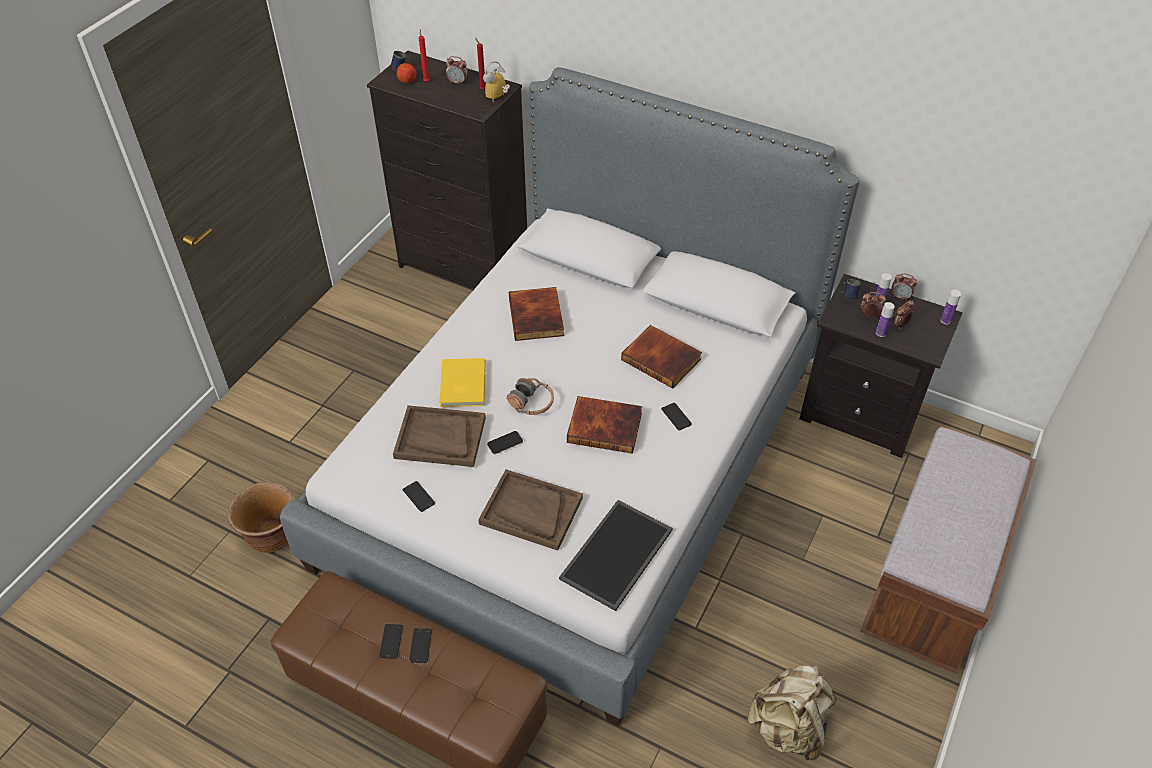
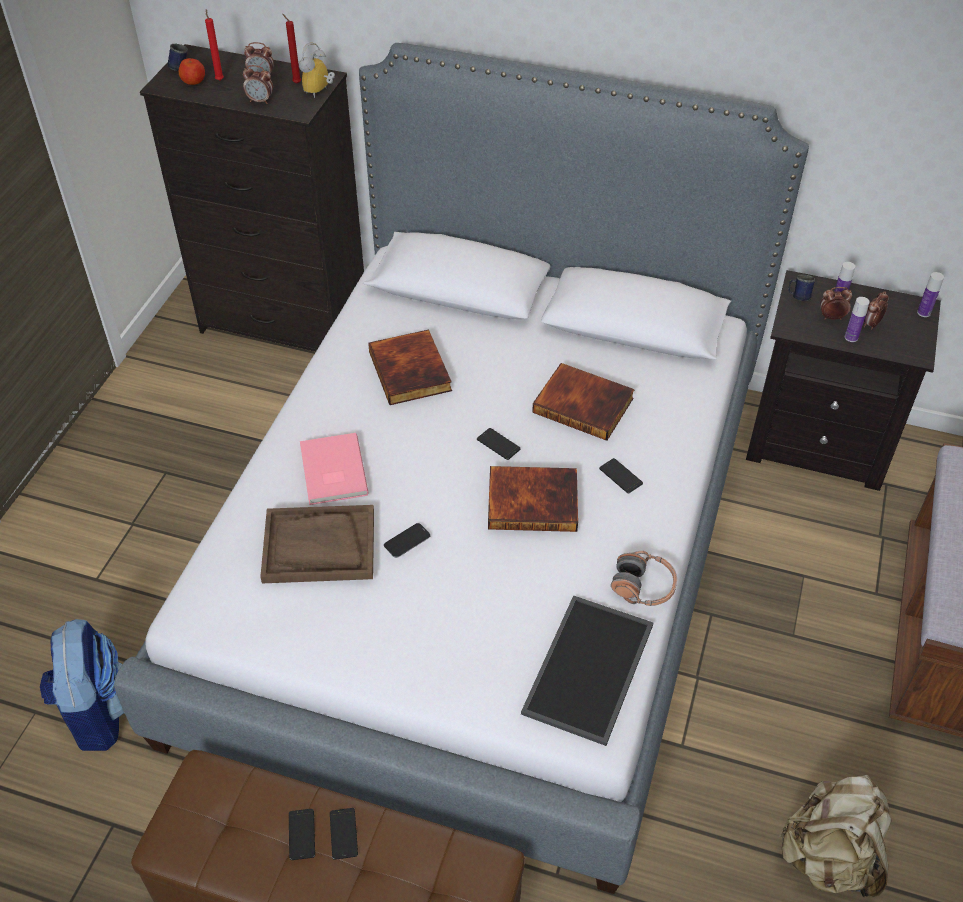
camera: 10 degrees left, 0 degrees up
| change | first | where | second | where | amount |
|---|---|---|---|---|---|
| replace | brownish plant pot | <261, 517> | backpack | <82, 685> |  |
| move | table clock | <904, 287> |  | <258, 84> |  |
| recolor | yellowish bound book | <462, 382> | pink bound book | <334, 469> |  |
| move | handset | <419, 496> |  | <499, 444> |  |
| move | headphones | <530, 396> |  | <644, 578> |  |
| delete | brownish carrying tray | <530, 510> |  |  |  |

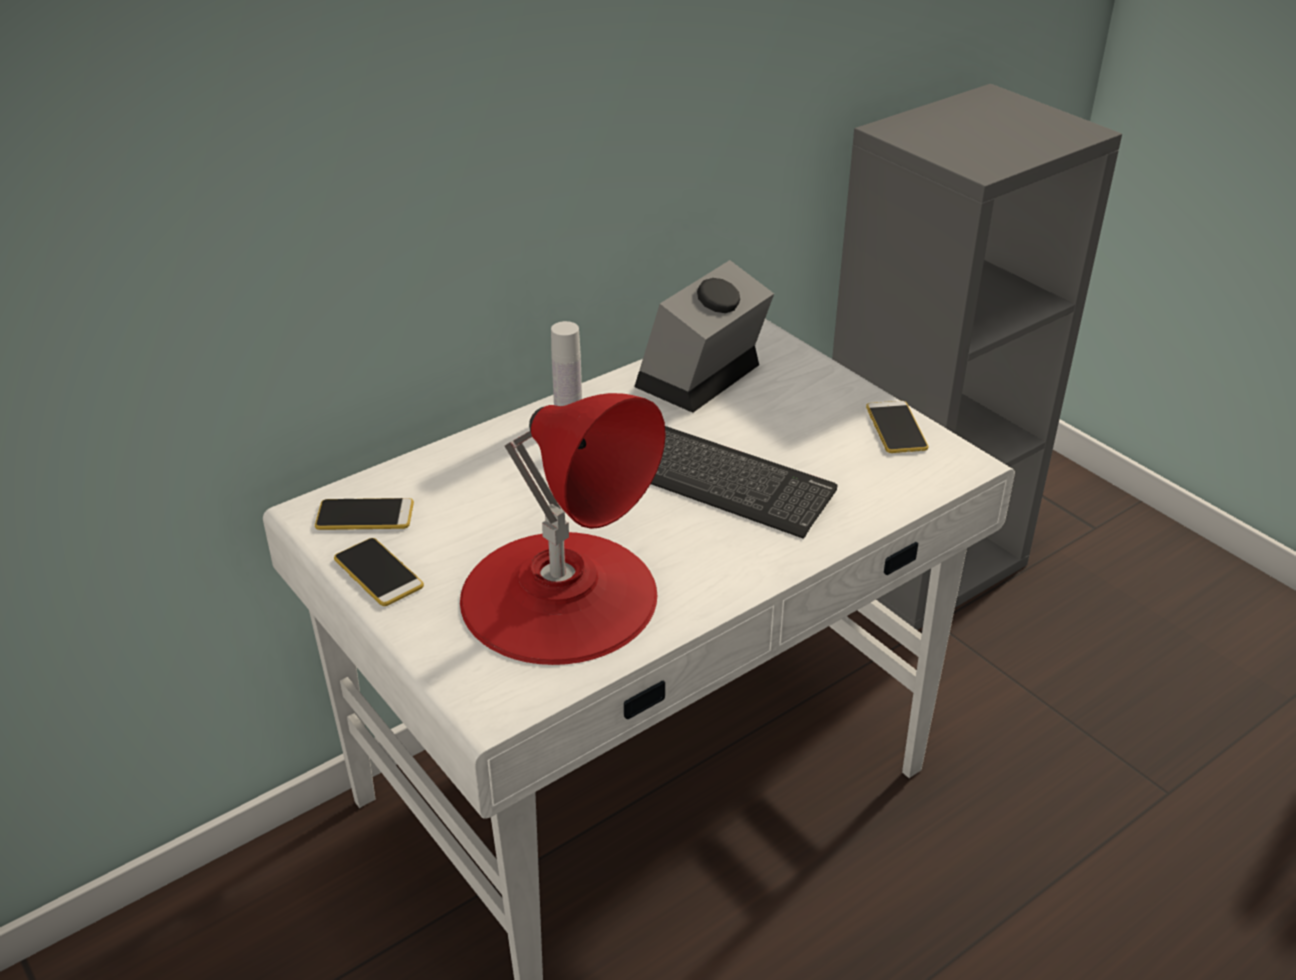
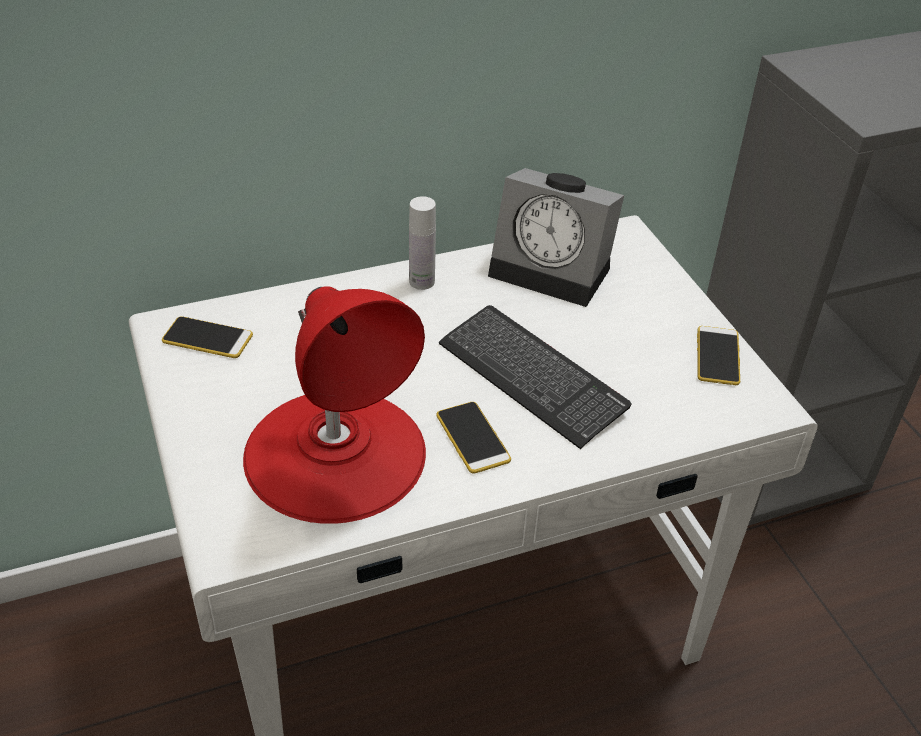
camera: 15 degrees right, 5 degrees up
| change | first | where | second | where | amount |
|---|---|---|---|---|---|
| move | handset | <379, 572> |  | <473, 437> |  |
| rotate | table clock | <704, 336> |  | <556, 237> | 120 degrees counterclockwise |

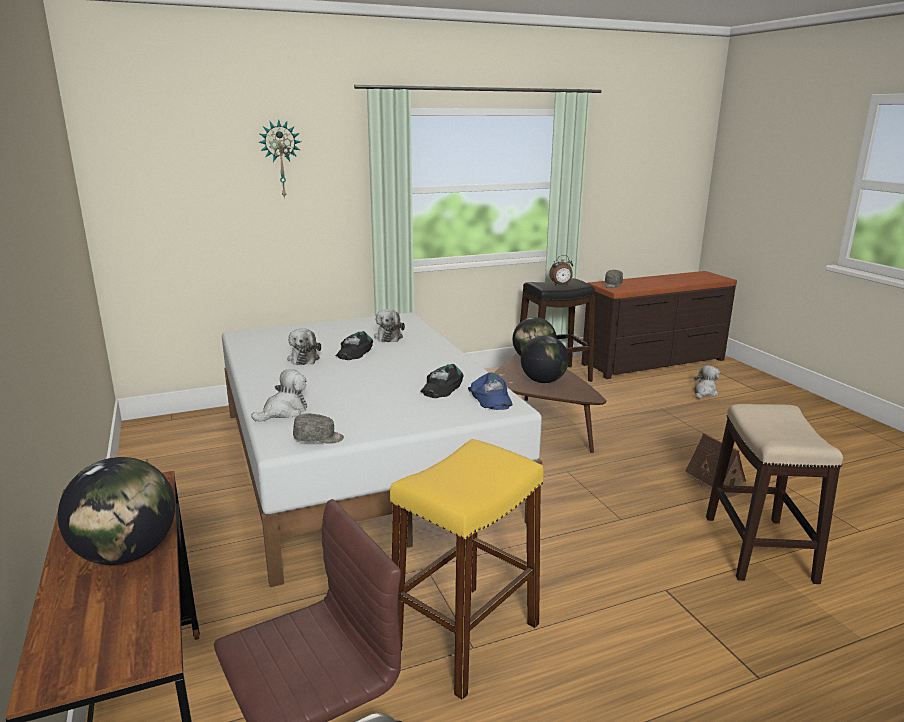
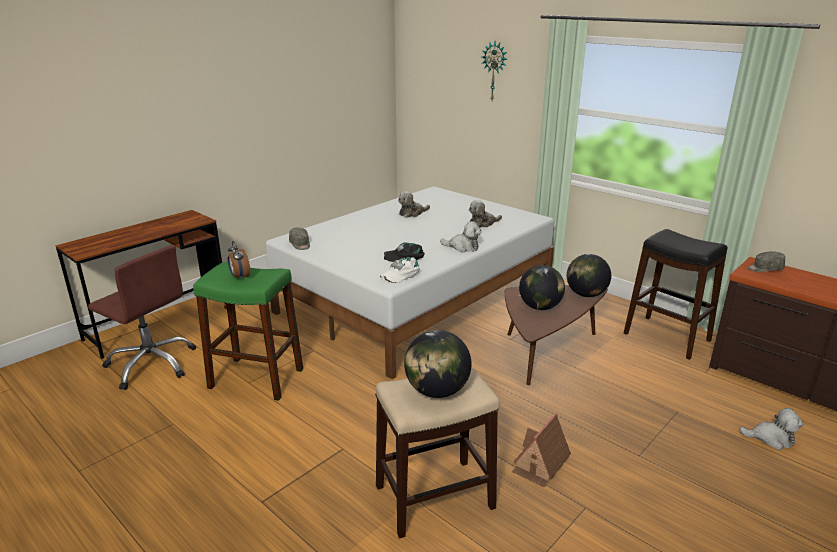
camera: 65 degrees right, 5 degrees up
| change | first | where | second | where | amount |
|---|---|---|---|---|---|
| recolor | yellowish sitting stool | <467, 569> | green sitting stool | <248, 331> |  |
| move | table clock | <561, 270> |  | <239, 260> |  |
| recolor | bluish peaked cap | <490, 391> | white-coloured peaked cap | <400, 270> |  |
| move | world globe | <116, 511> |  | <438, 364> |  |
| move | cuddly toy | <279, 395> |  | <460, 236> |  |
| delete | blackish peaked cap | <354, 345> |  |  |  |

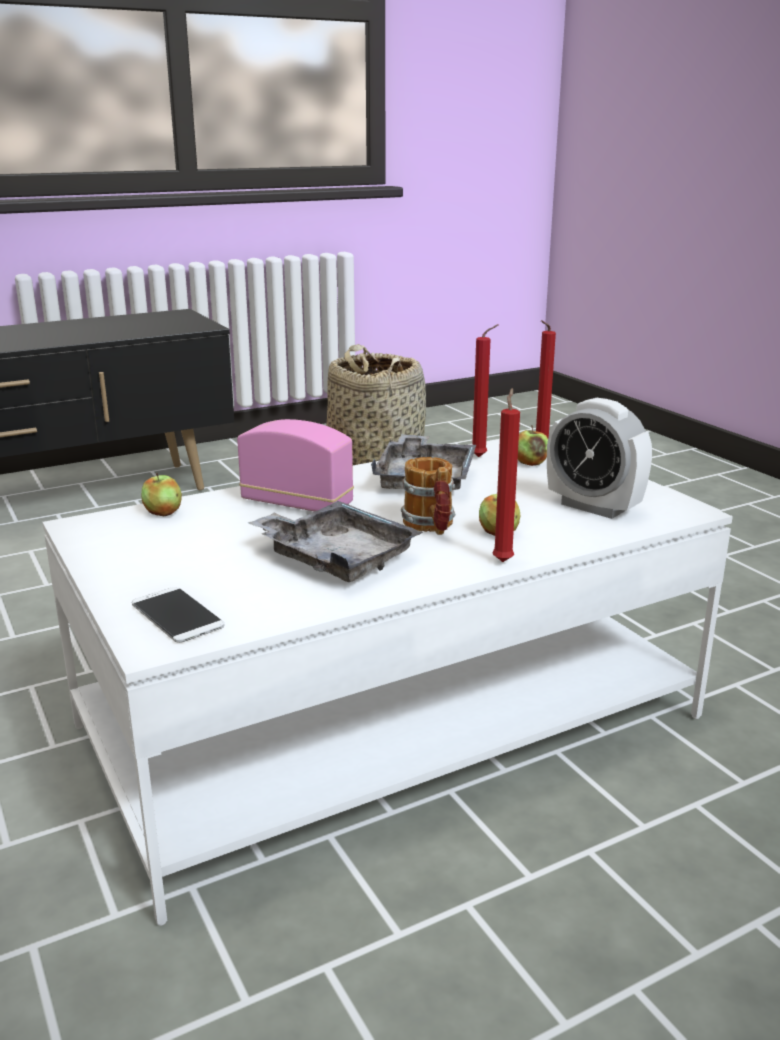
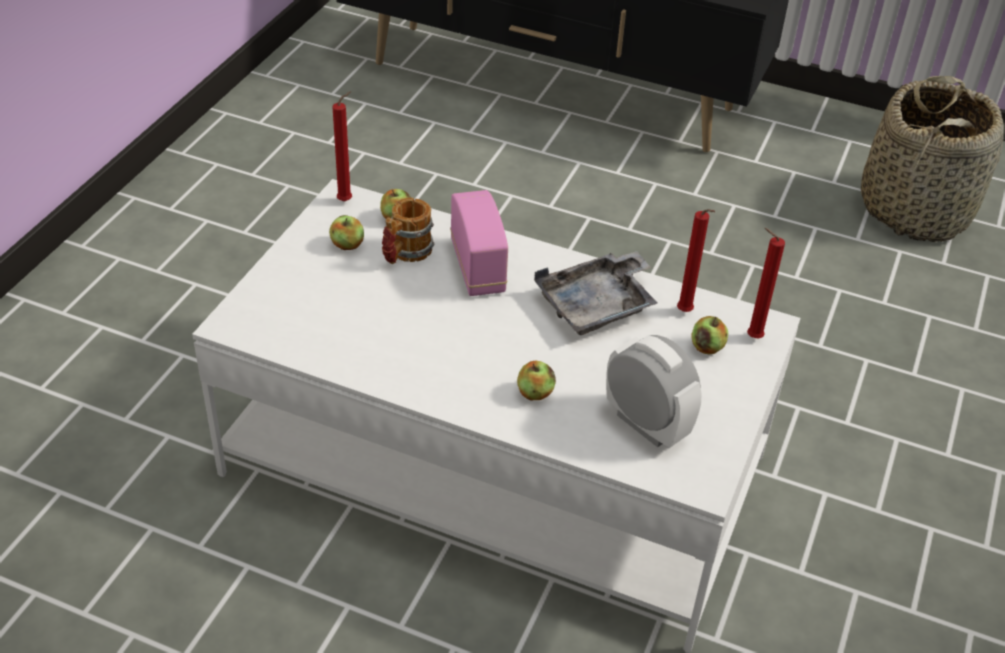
camera: 50 degrees right, 20 degrees up
| change | first | where | second | where | amount |
|---|---|---|---|---|---|
| insert |  |  | apple | <346, 232> |  |
| move | red wax light | <506, 475> |  | <342, 146> |  |
| move | mug | <428, 496> |  | <408, 230> |  |
| rotate | table clock | <599, 458> |  | <654, 391> | 135 degrees clockwise |
| delete | handset | <178, 615> |  |  |  |
| delete | greyish carrying tray | <335, 541> |  |  |  |

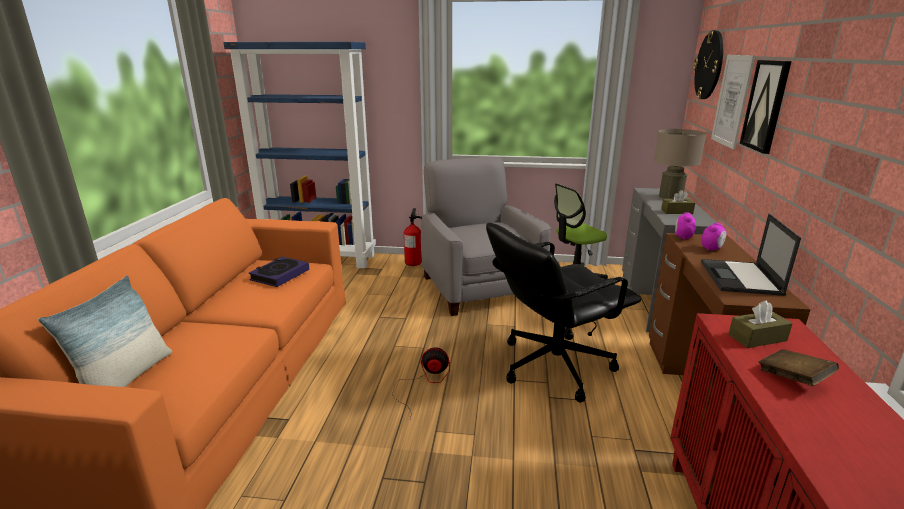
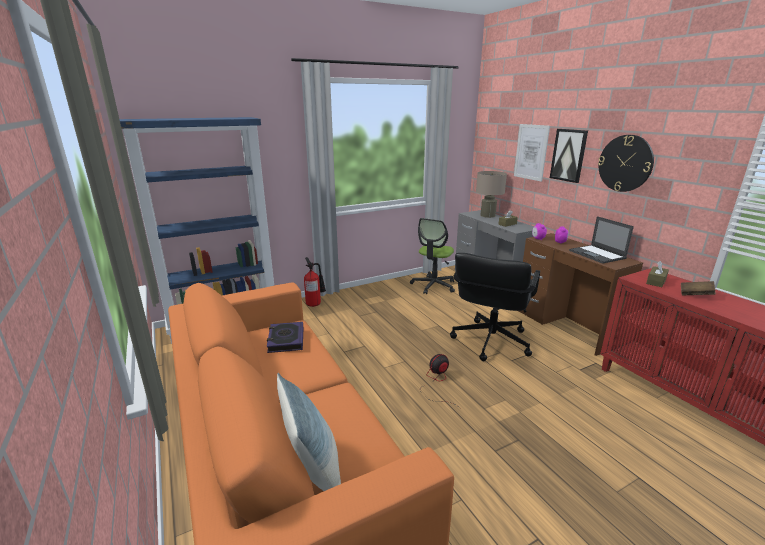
camera: 35 degrees left, 0 degrees up
| change | first | where | second | where | amount |
|---|---|---|---|---|---|
| move | wall clock | <708, 64> |  | <626, 163> |  |
| delete | greyish easy chair | <486, 236> |  |  |  |

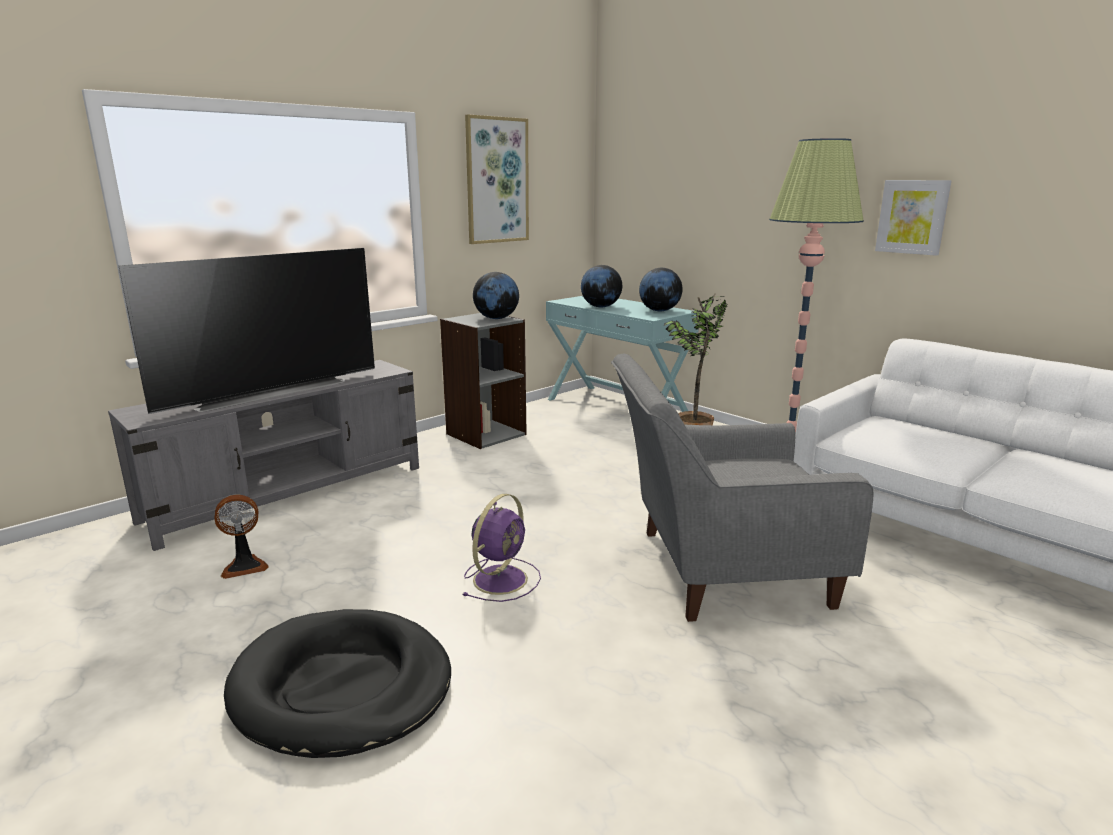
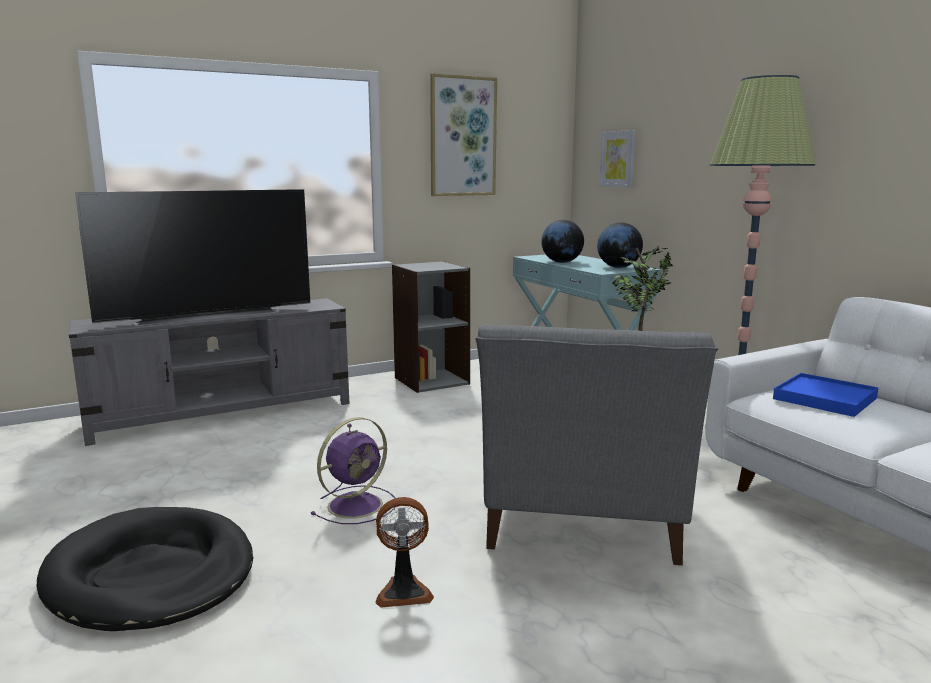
camera: 15 degrees right, 5 degrees down
| change | first | where | second | where | amount |
|---|---|---|---|---|---|
| move | electric fan | <241, 536> |  | <404, 552> |  |
| rotate | greyish easy chair | <742, 488> |  | <597, 445> | 90 degrees counterclockwise |
| move | wall picture | <913, 218> |  | <617, 158> |  |
| insert |  |  | bluish carrying tray | <825, 395> |  |
| delete | world globe | <496, 295> |  |  |  |

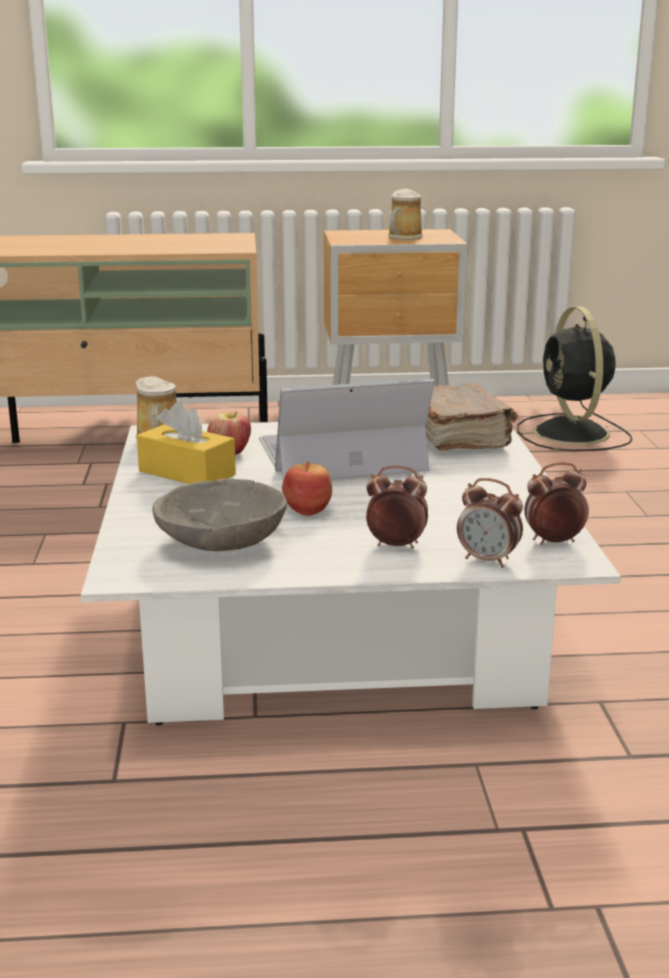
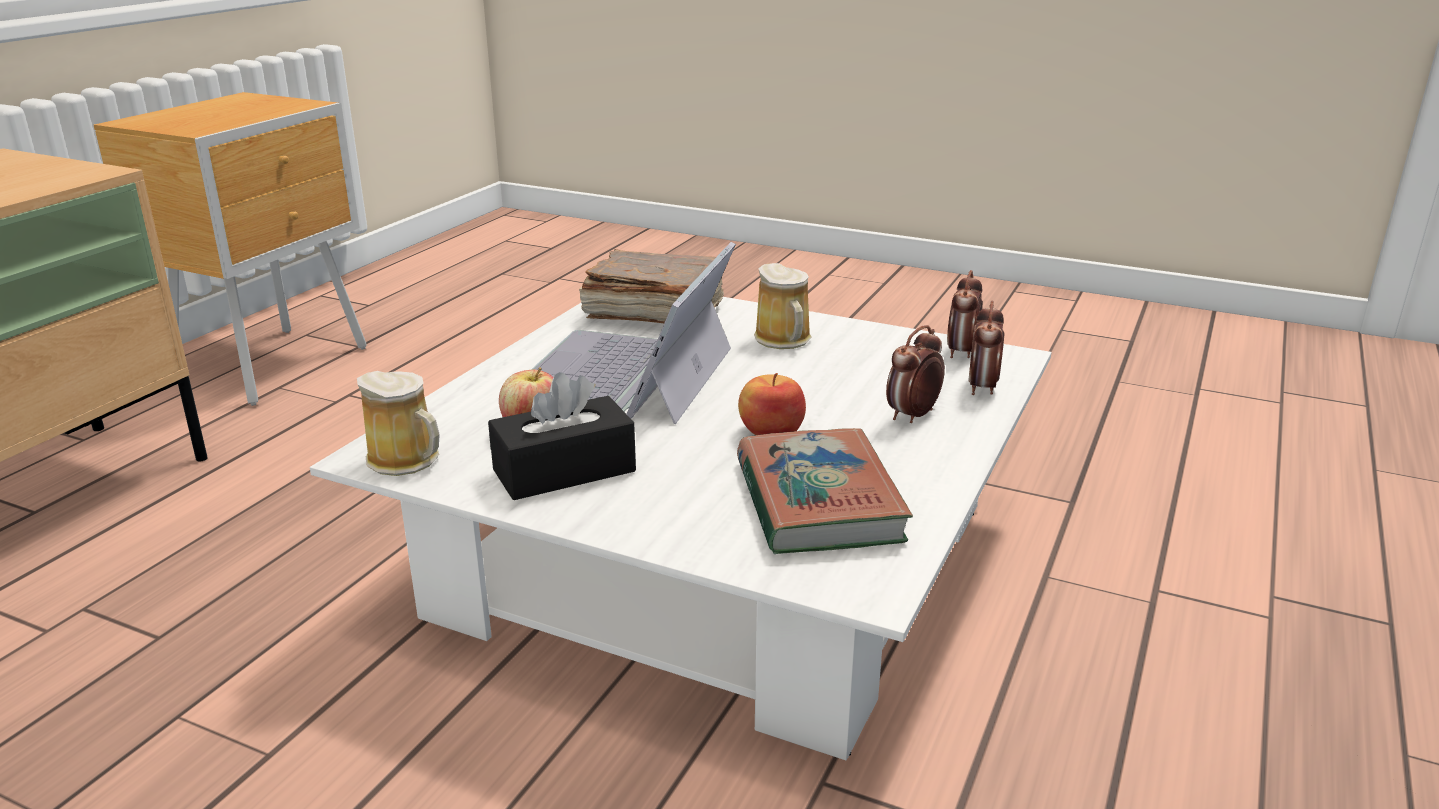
camera: 60 degrees left, 5 degrees up
| change | first | where | second | where | amount |
|---|---|---|---|---|---|
| recolor | yellowish tissue holder | <186, 442> | blackish tissue holder | <562, 436> |  |
| replace | greyish serving bowl | <220, 515> | bound book | <825, 491> |  |
| move | mug | <405, 214> |  | <783, 306> |  |
| rotate | table clock | <490, 523> |  | <986, 347> | 135 degrees clockwise |
| delete | blackish electric fan | <574, 379> |  |  |  |

